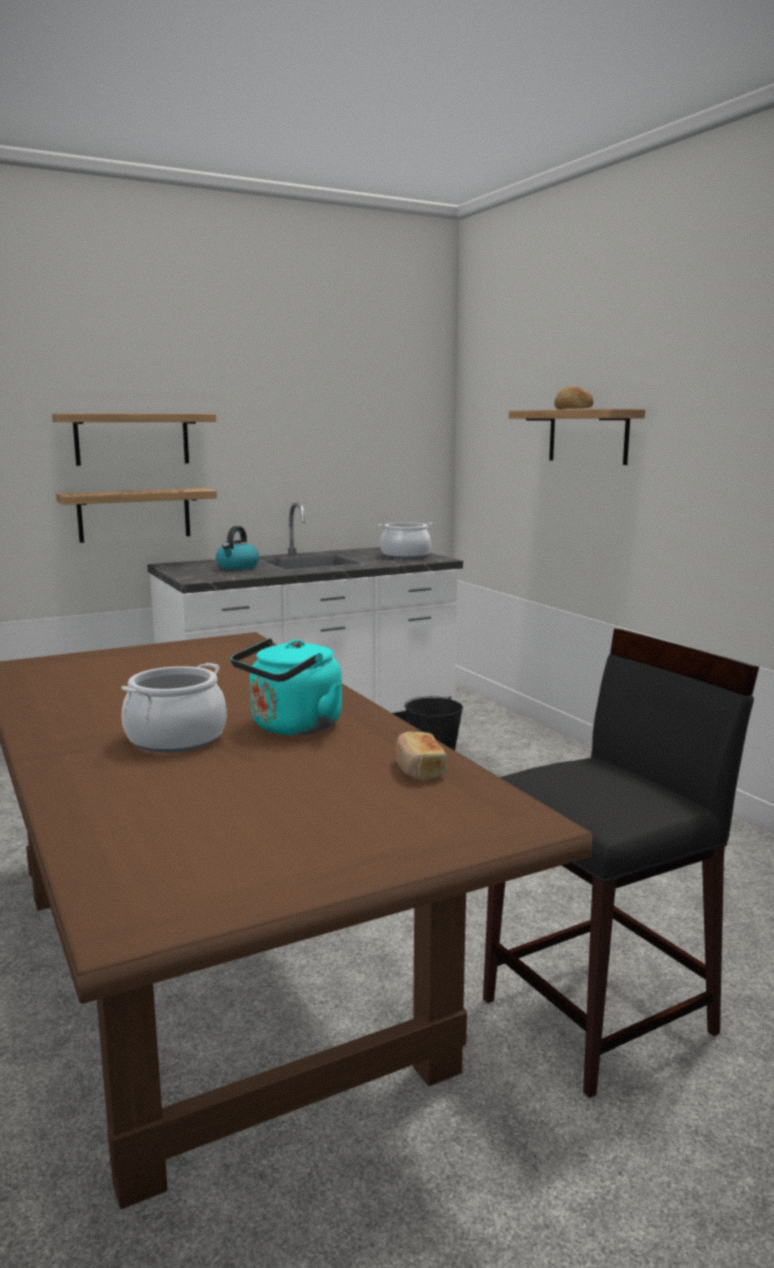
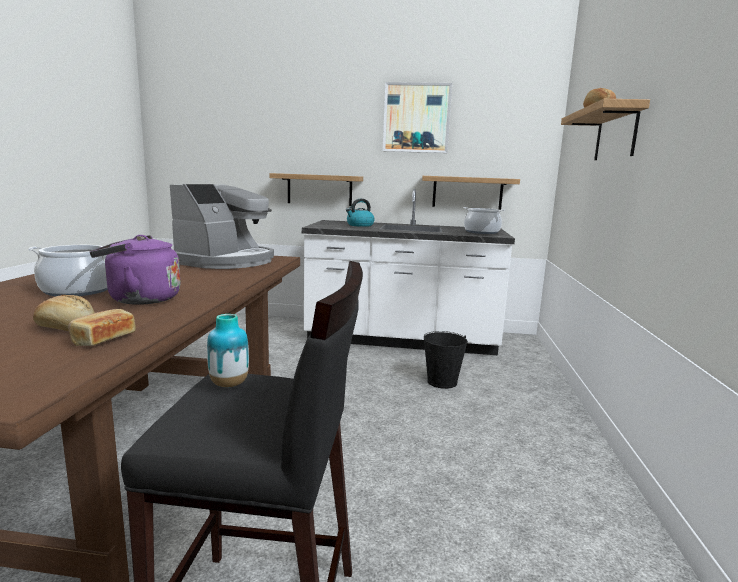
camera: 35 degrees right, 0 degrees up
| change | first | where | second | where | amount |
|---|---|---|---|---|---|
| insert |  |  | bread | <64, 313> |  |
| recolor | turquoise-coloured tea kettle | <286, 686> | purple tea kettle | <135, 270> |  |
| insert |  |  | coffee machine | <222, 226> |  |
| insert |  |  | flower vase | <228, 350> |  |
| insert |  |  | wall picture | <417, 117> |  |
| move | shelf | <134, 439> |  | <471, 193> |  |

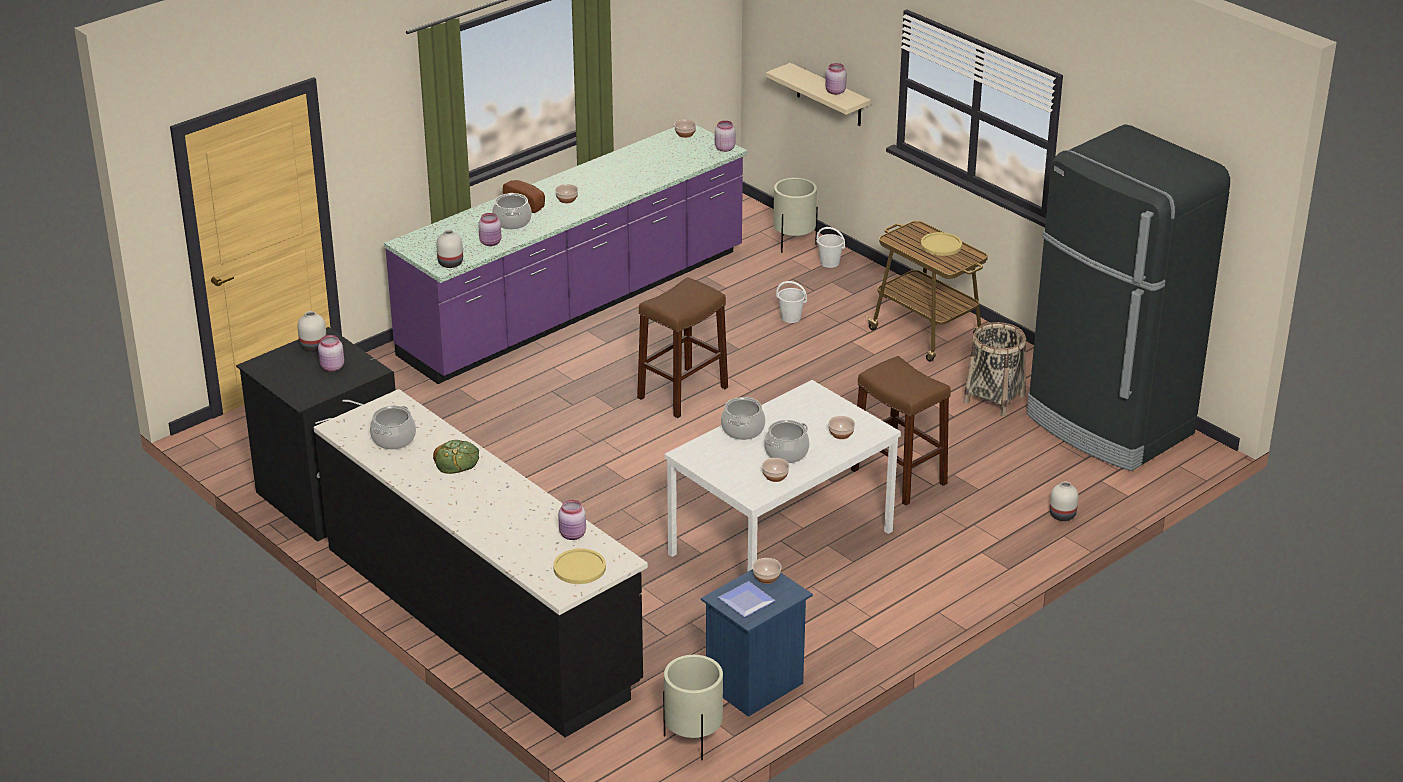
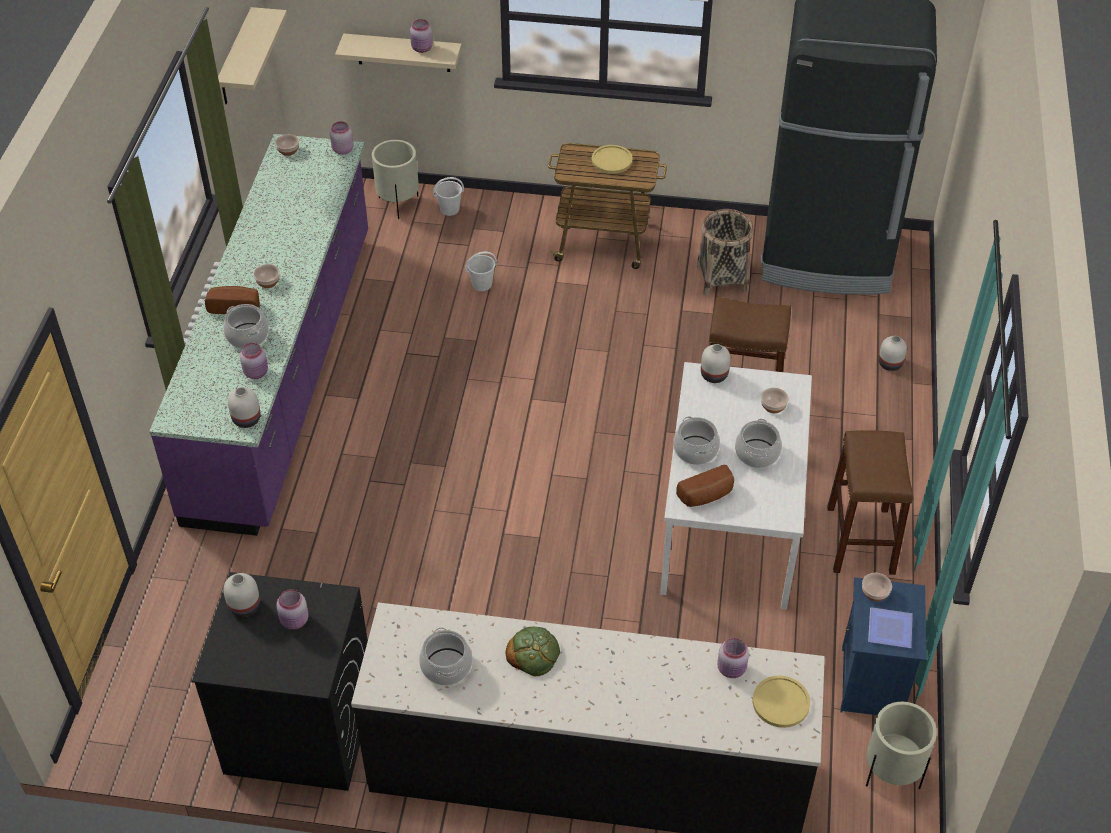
camera: 40 degrees left, 15 degrees up
| change | first | where | second | where | amount |
|---|---|---|---|---|---|
| insert |  |  | sand-coloured shelf | <252, 55> |  |
| insert |  |  | bread | <705, 486> |  |
| insert |  |  | white-coloured flower vase | <715, 363> |  |
| move | brownish sitting stool | <682, 347> |  | <870, 502> |  |
| delete | serving bowl | <775, 470> |  |  |  |

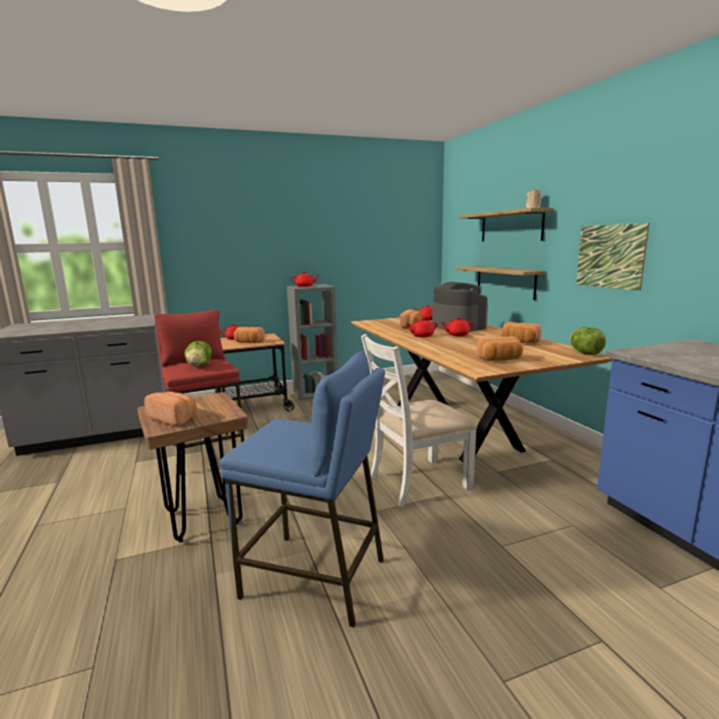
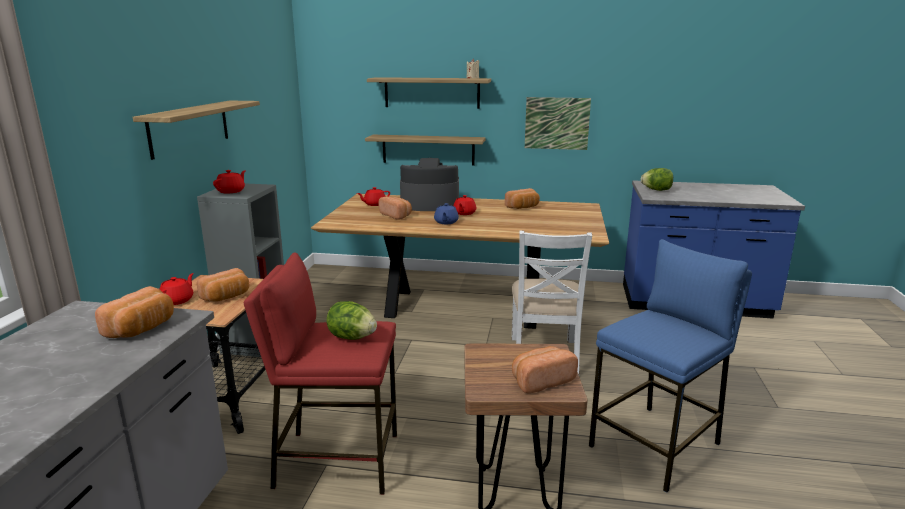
camera: 60 degrees left, 5 degrees up
| change | first | where | second | where | amount |
|---|---|---|---|---|---|
| move | bread | <499, 348> |  | <134, 312> |  |
| insert |  |  | shelf | <196, 130> |  |
| recolor | red teapot | <422, 327> | bluish teapot | <446, 213> |  |
| move | lettuce head | <588, 341> |  | <657, 179> |  |

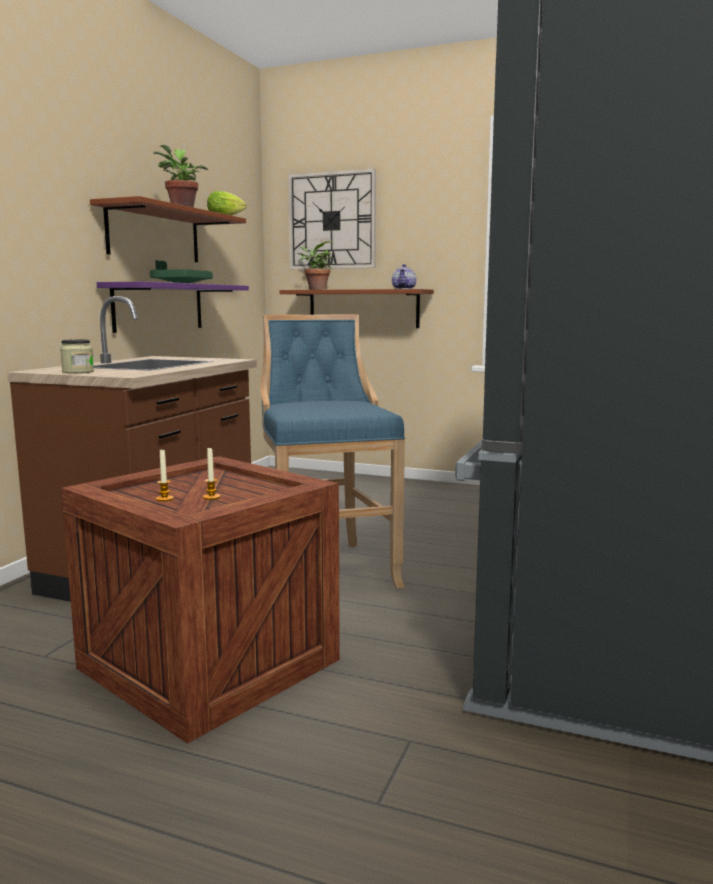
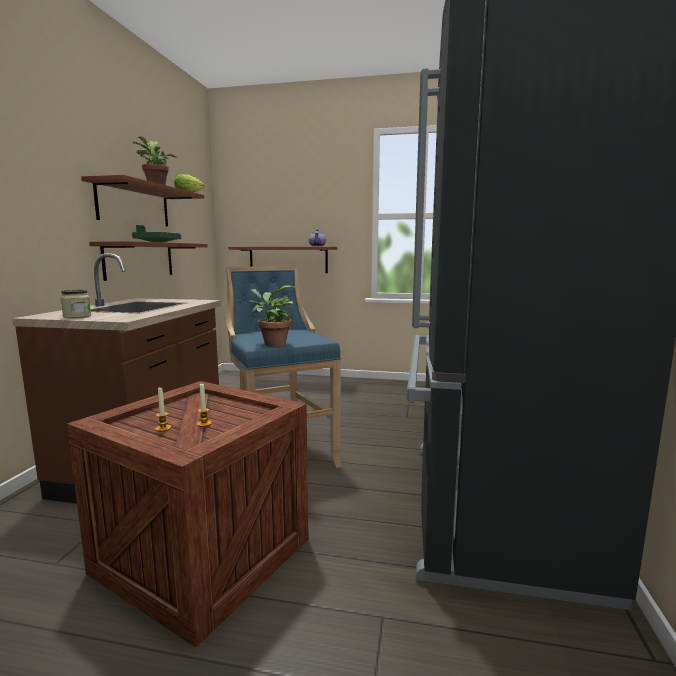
camera: 10 degrees left, 0 degrees up
| change | first | where | second | where | amount |
|---|---|---|---|---|---|
| recolor | purple shelf | <173, 307> | brownish shelf | <148, 261> |  |
| move | plant in a pot | <315, 265> |  | <272, 316> |  |
| delete | wall clock | <332, 218> |  |  |  |

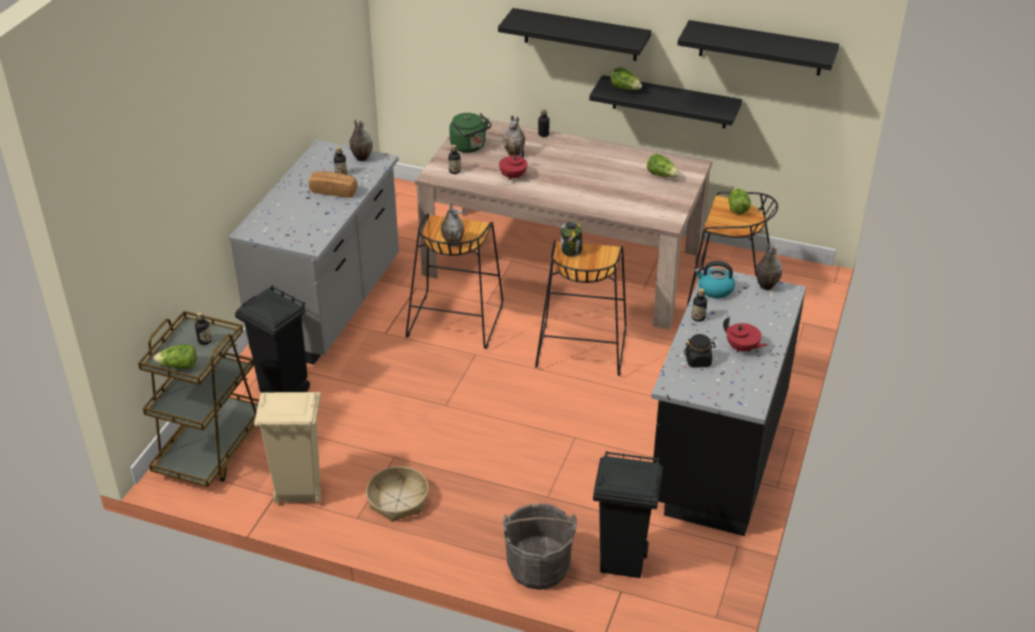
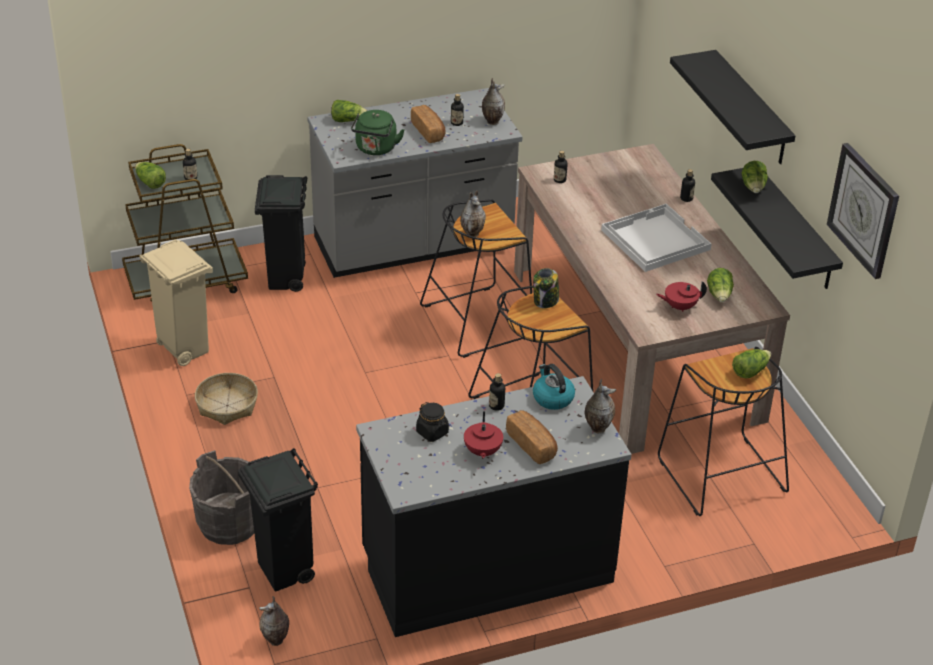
camera: 50 degrees right, 0 degrees up
| change | first | where | second | where | amount |
|---|---|---|---|---|---|
| move | flower vase | <514, 135> |  | <274, 621> |  |
| insert |  |  | lettuce head | <349, 111> |  |
| move | green tea kettle | <470, 133> |  | <377, 132> |  |
| insert |  |  | bread | <532, 437> |  |
| insert |  |  | white-coloured carrying tray | <656, 238> |  |
| move | red teapot | <513, 164> |  | <681, 296> |  |
| replace | blackish shelf | <758, 48> | wall clock | <863, 211> |  |

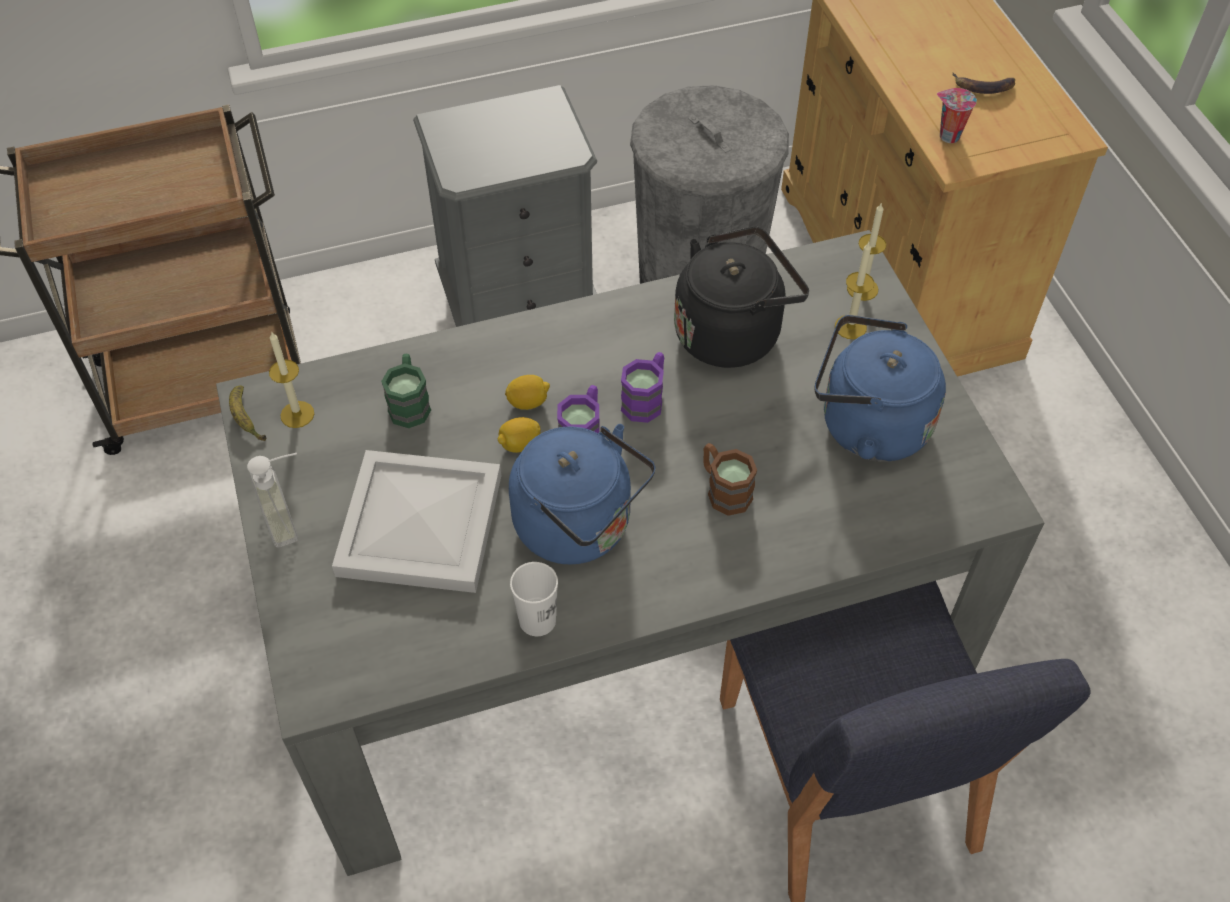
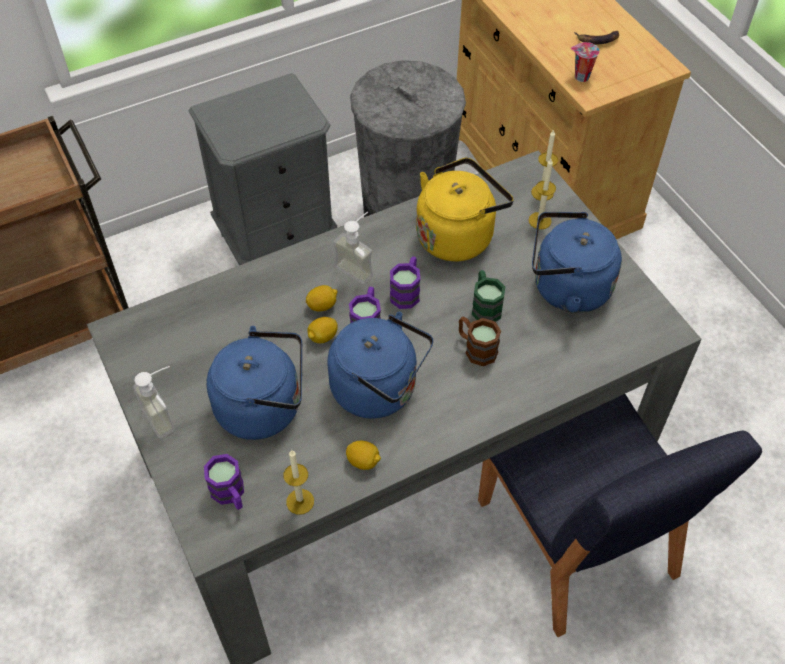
camera: 10 degrees left, 0 degrees up
| change | first | where | second | where | amount |
|---|---|---|---|---|---|
| insert |  |  | purple mug | <224, 482> |  |
| replace | white-coloured carrying tray | <416, 521> | bluish tea kettle | <254, 383> |  |
| move | wax light | <291, 379> |  | <298, 482> |  |
| insert |  |  | liquid soap bottle | <353, 248> |  |
| replace | white-coloured small cup | <534, 599> | whole lemon | <363, 455> |  |
| recolor | blackish tea kettle | <741, 297> | yellowish tea kettle | <465, 209> |  |
| move | green mug | <406, 391> |  | <488, 296> |  |
| delete | banana | <247, 413> |  |  |  |

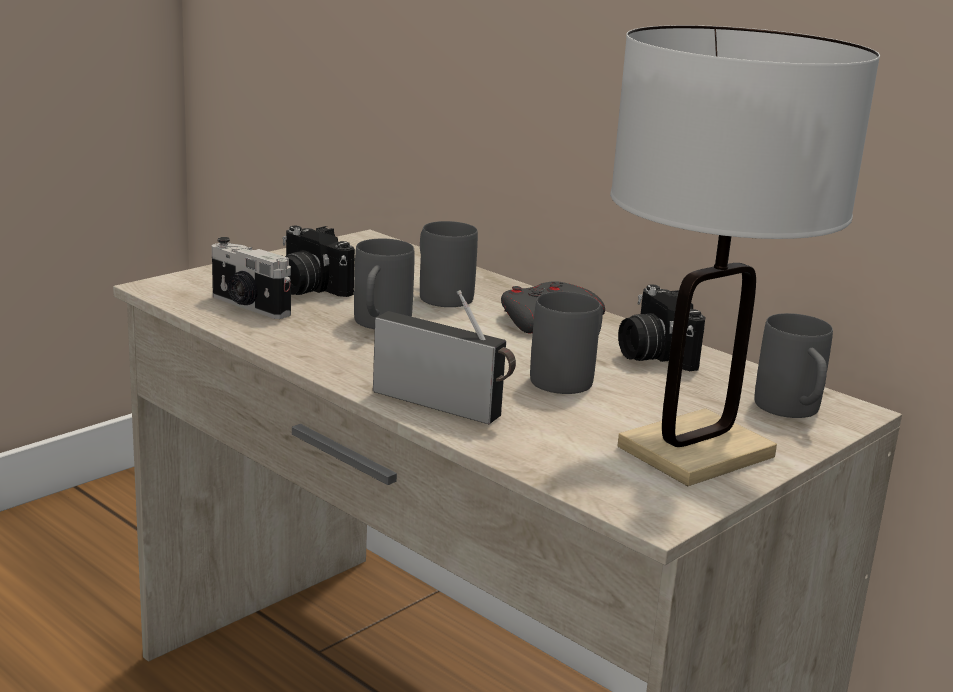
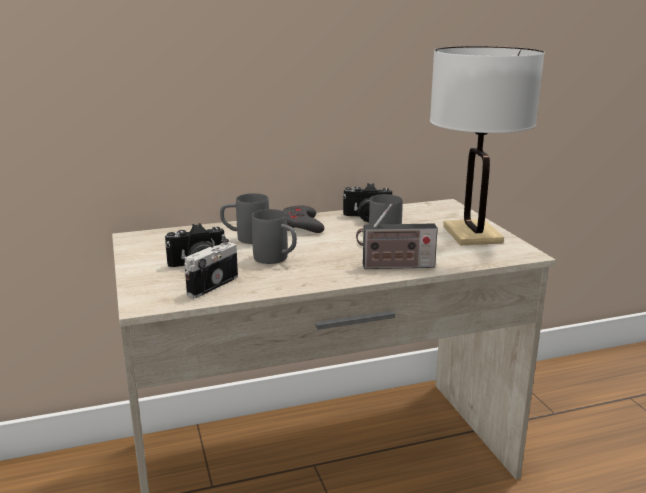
camera: 60 degrees left, 0 degrees up
| change | first | where | second | where | amount |
|---|---|---|---|---|---|
| rotate | still camera | <251, 278> |  | <211, 268> | 150 degrees clockwise |
| rotate | radio set | <444, 357> |  | <397, 236> | 150 degrees counterclockwise |
| delete | greyish mug | <794, 365> |  |  |  |

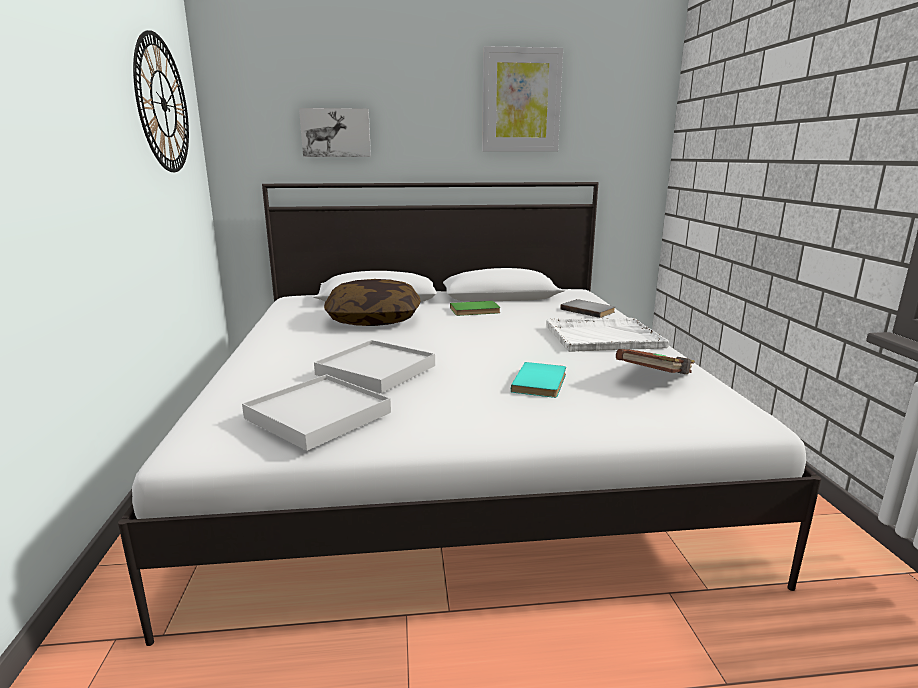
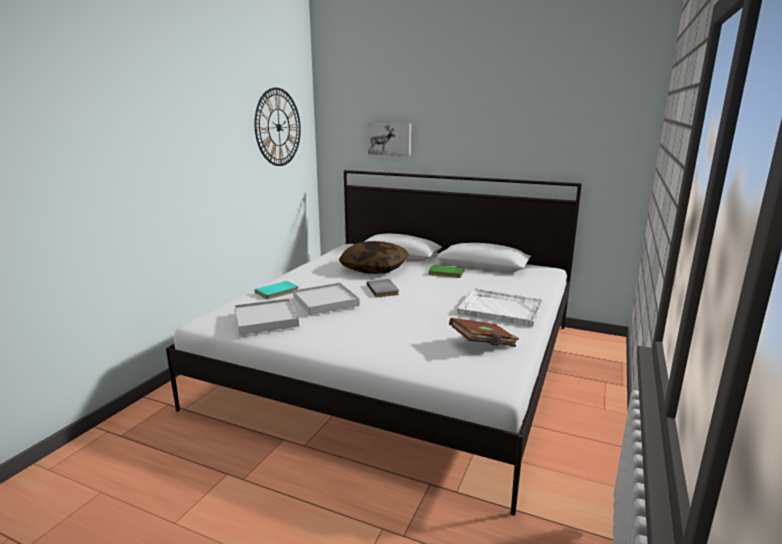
camera: 30 degrees right, 0 degrees up
| change | first | where | second | where | amount |
|---|---|---|---|---|---|
| move | turquoise-coloured bound book | <538, 380> |  | <277, 290> |  |
| move | greyish bound book | <587, 308> |  | <383, 288> |  |
| delete | wall picture | <522, 99> |  |  |  |

